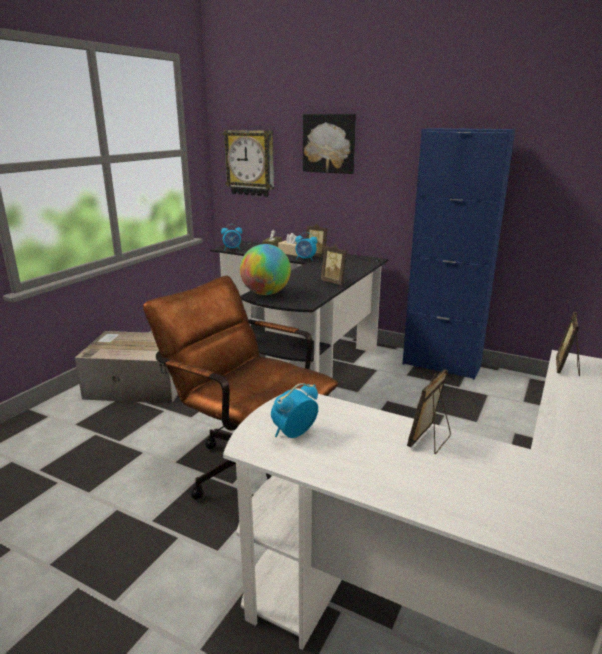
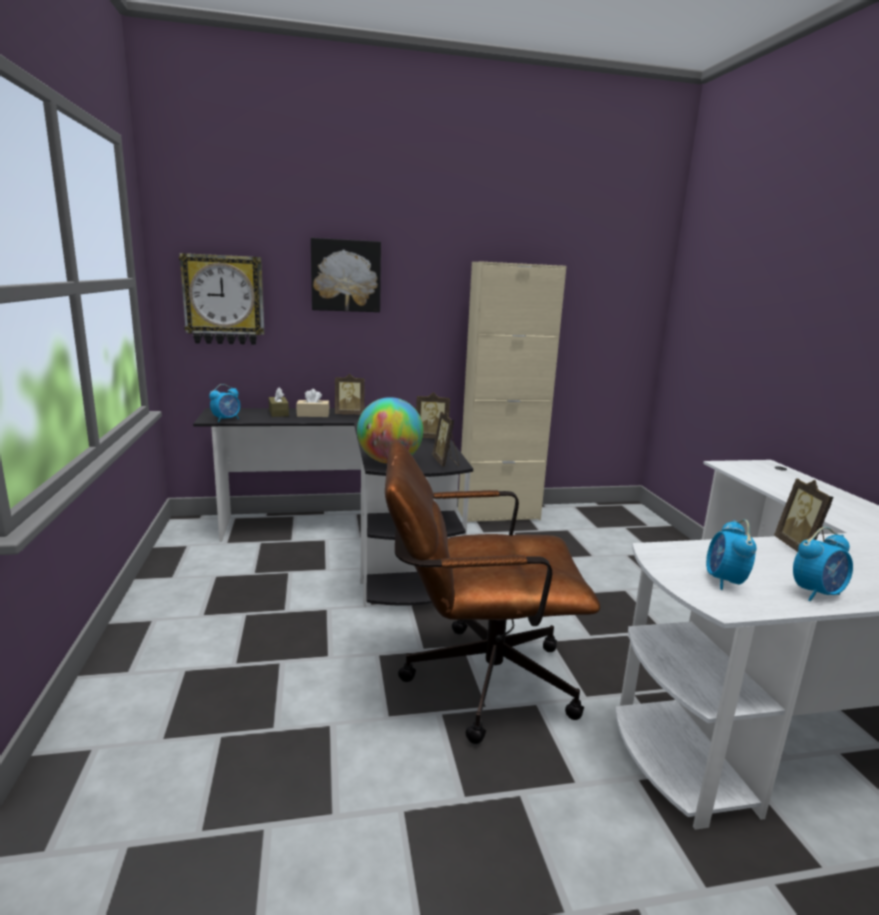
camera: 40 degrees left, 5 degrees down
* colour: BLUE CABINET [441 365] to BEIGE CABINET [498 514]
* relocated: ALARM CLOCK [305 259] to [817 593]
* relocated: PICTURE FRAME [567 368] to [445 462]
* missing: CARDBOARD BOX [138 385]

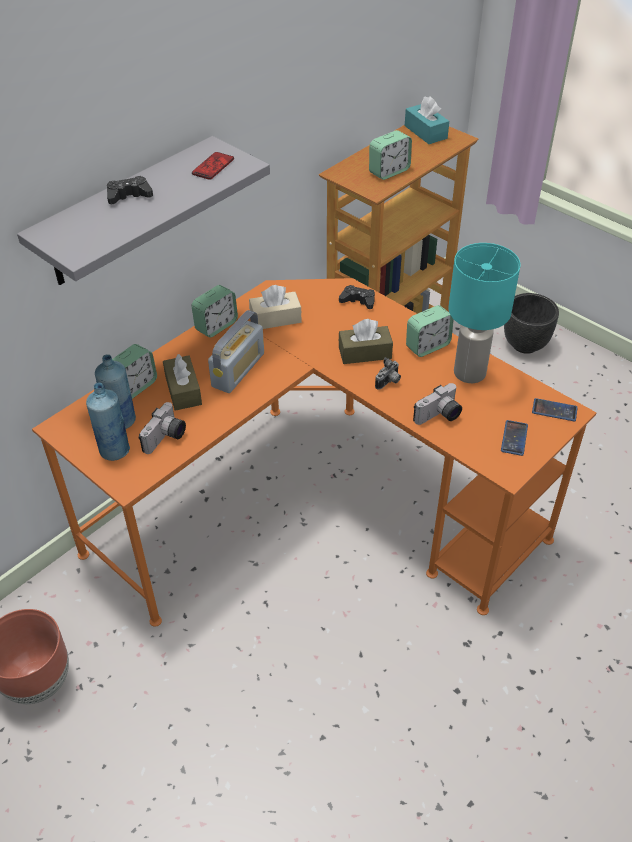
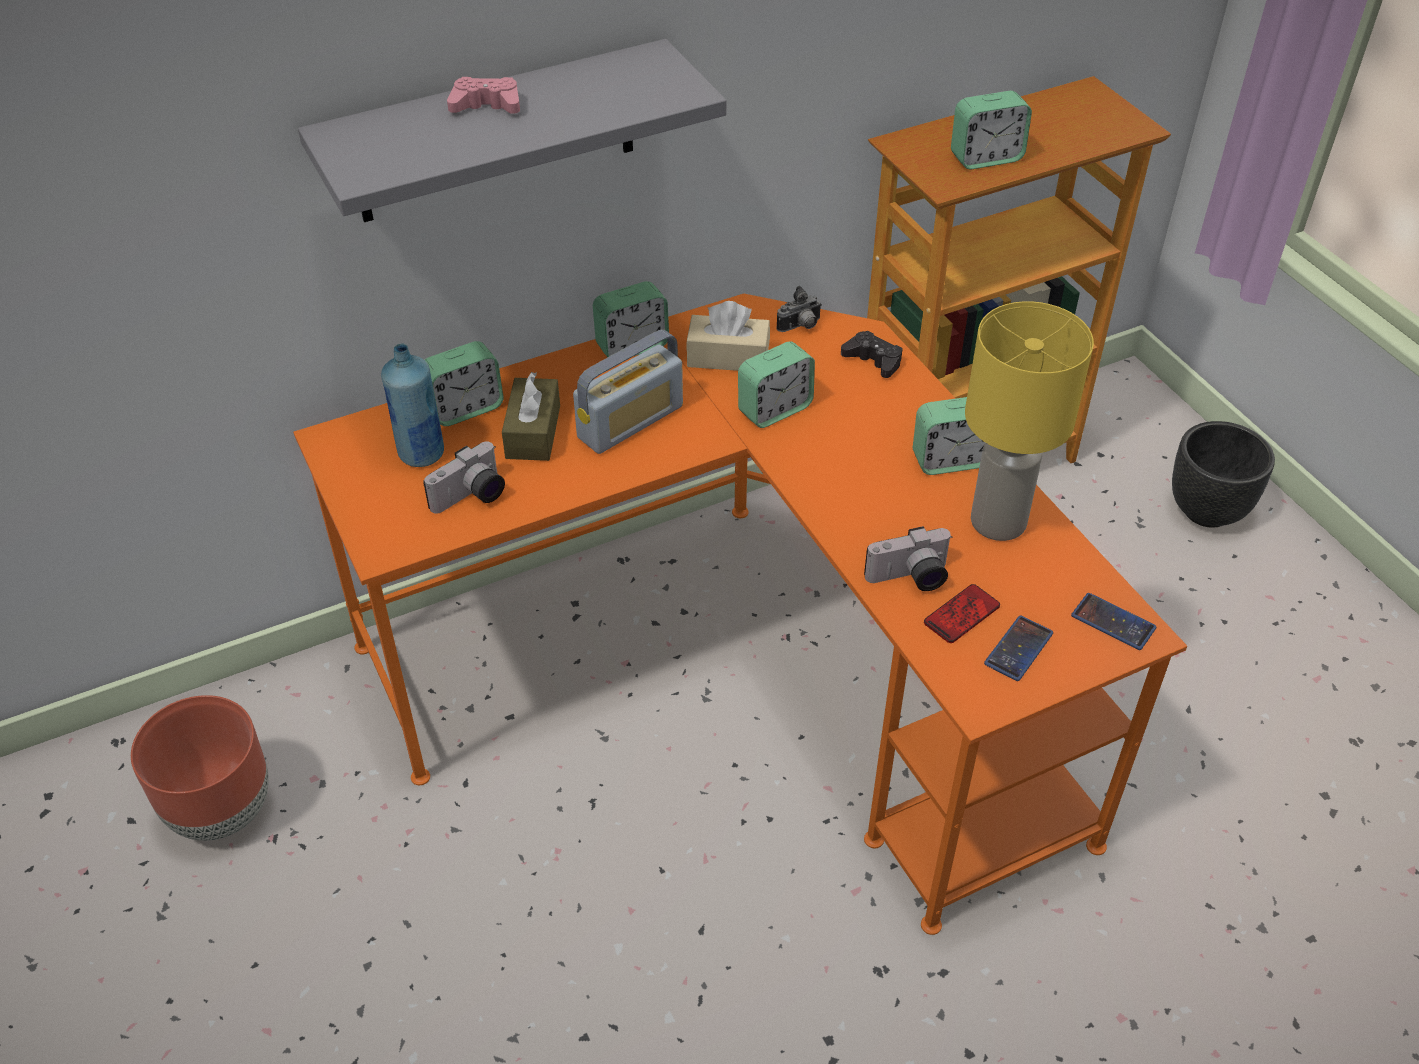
camera: 20 degrees right, 0 degrees up
* missing: TURQUOISE TISSUE BOX [425 132]
* relocated: PHONE [213 166] to [961 614]
* colour: BLACK GAME CONTROLLER [129 196] to PINK GAME CONTROLLER [486 105]
* colour: TURQUOISE TABLE LAMP [470 373] to YELLOW TABLE LAMP [998 523]
* missing: BROWN TISSUE BOX [365 353]
* relocated: PHOTO CAMERA [389 382] to [800 327]
* missing: BLUE BOTTLE [114 450]
* appeared: ALARM CLOCK [774 409]

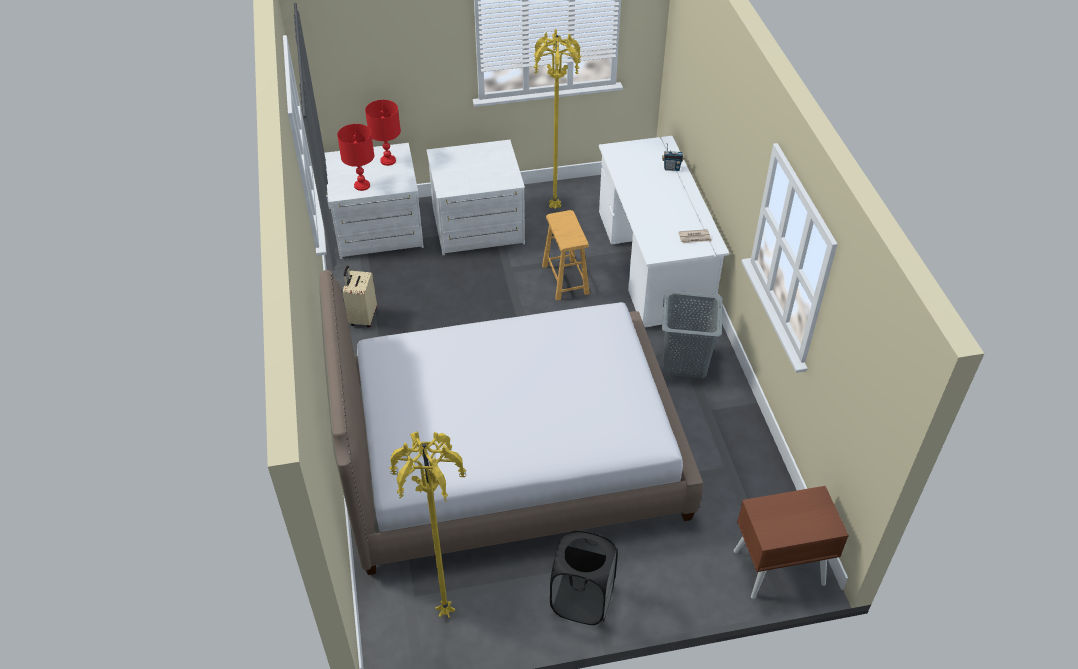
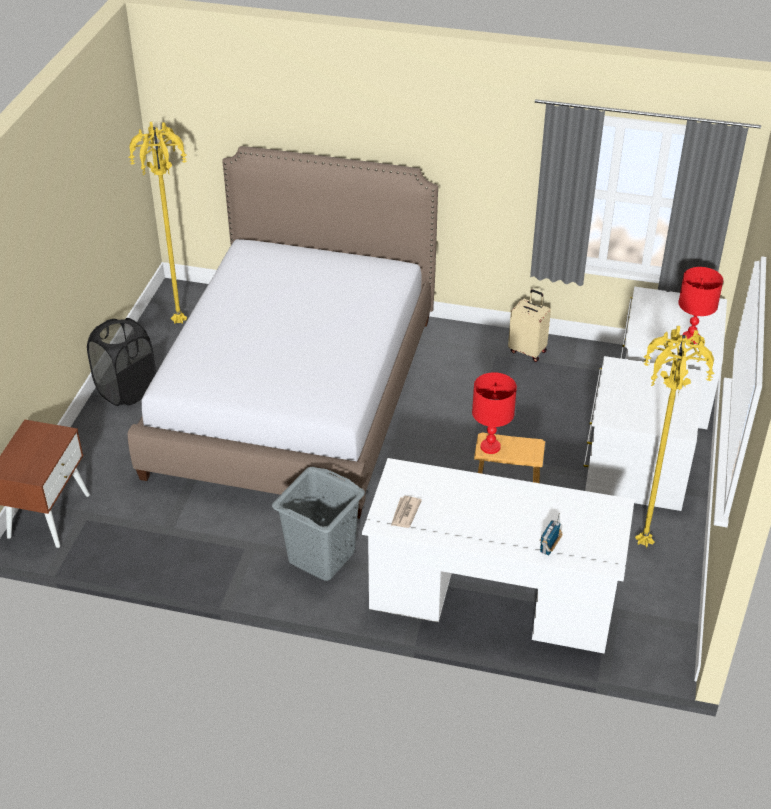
camera: 115 degrees right, 5 degrees down
* relocated: RED TABLE LAMP [362 185] to [491 447]

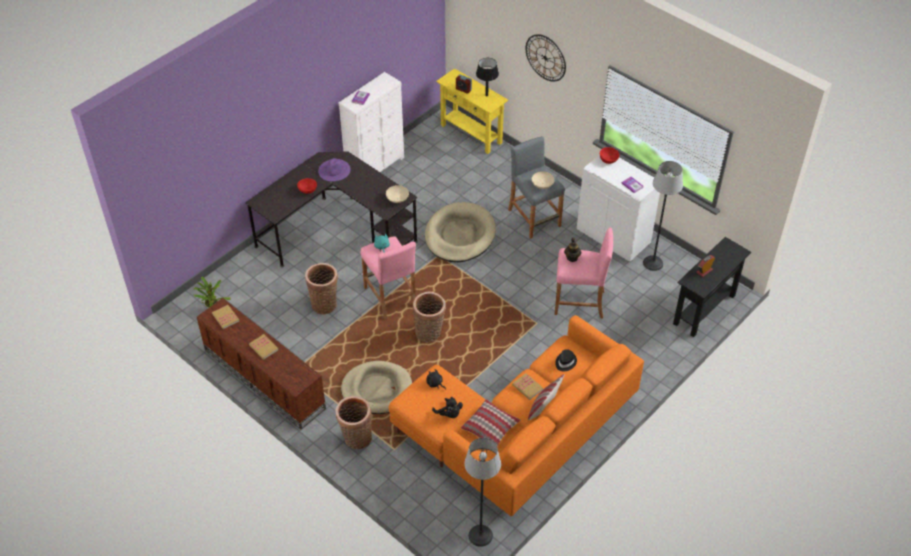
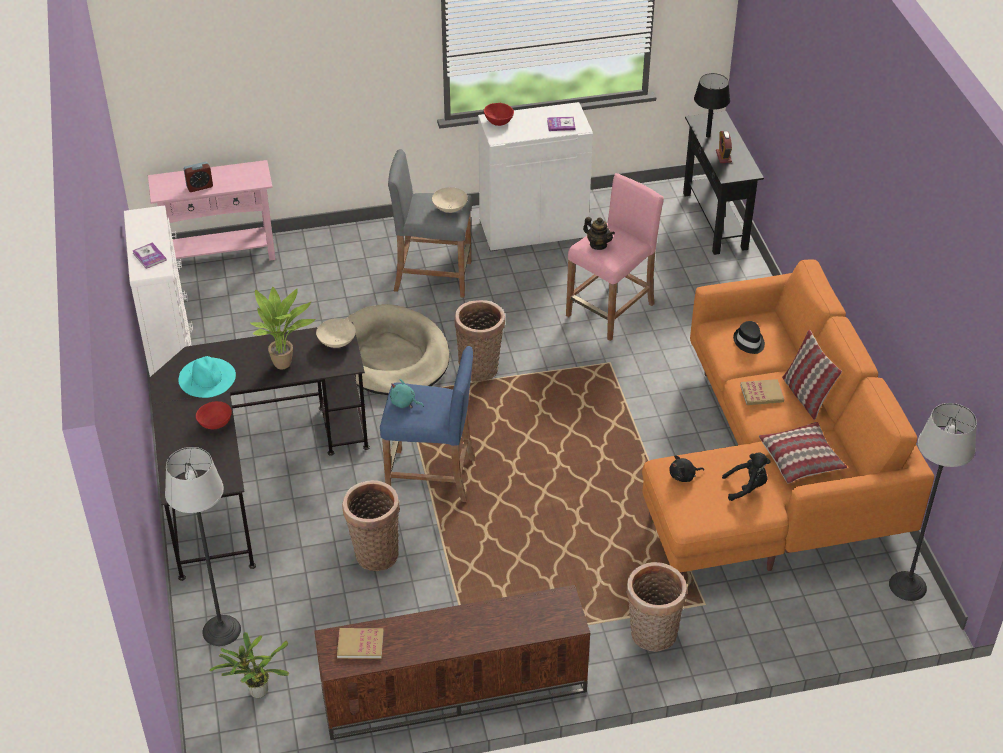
camera: 55 degrees left, 5 degrees down
* missing: WALL CLOCK [545 58]
* relocated: BLACK TABLE LAMP [486 95] to [708 136]
* colour: YELLOW CONSOLE TABLE [471 134] to PINK CONSOLE TABLE [221 255]
* colour: PURPLE HAT [334 170] to TURQUOISE HAT [207 377]
* relocated: FLOOR LAMP [653 263] to [221 630]
* colour: PINK STOOL [390 296] to BLUE STOOL [431 476]
* relocated: BASKET [429 332] to [480 367]
* missing: BOOK [263 347]
* missing: BEIGE DOG BED [377 389]
* appeared: POTTED PLANT [285 364]

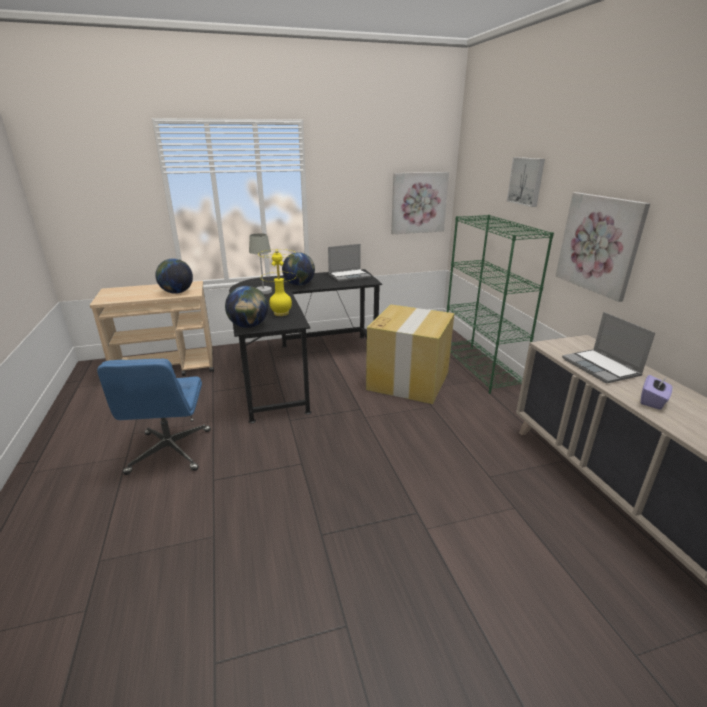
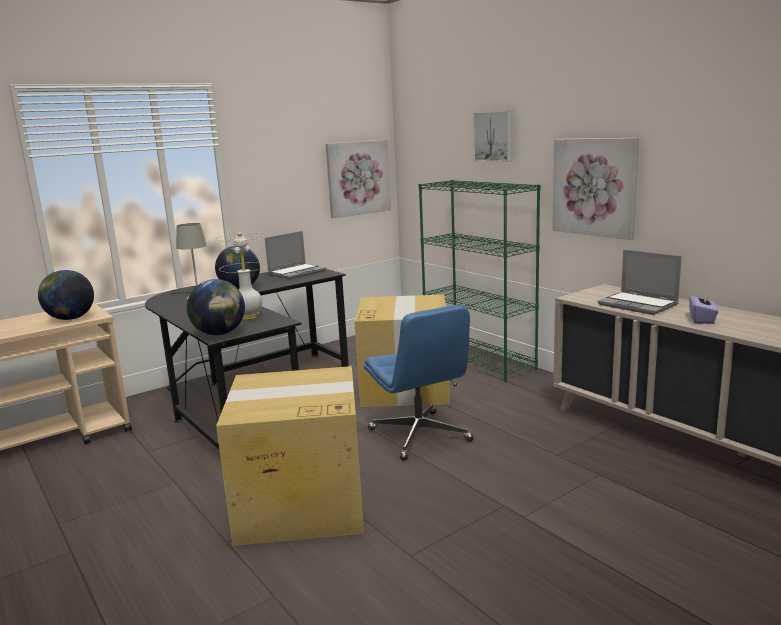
camera: 20 degrees left, 10 degrees down
* colour: YELLOW TABLE LAMP [281 313] to WHITE TABLE LAMP [249 316]
* relocated: BLUE OFFICE CHAIR [170 452] to [420 436]
* appeared: CARDBOARD BOX [299 503]

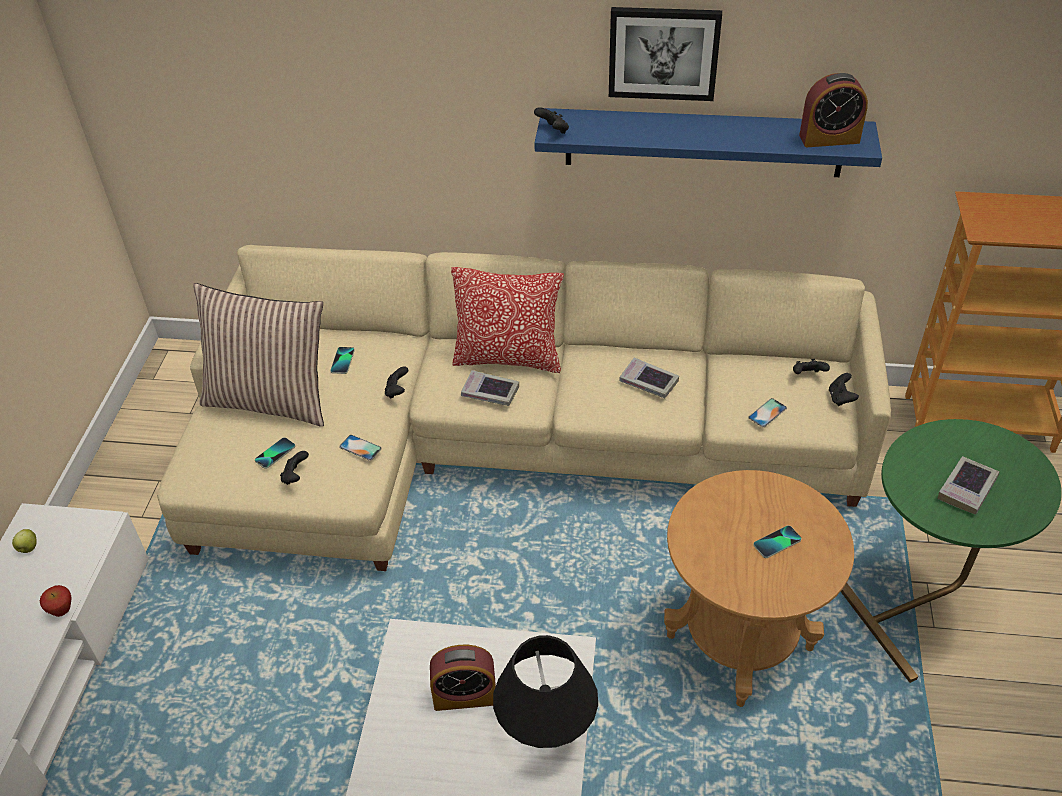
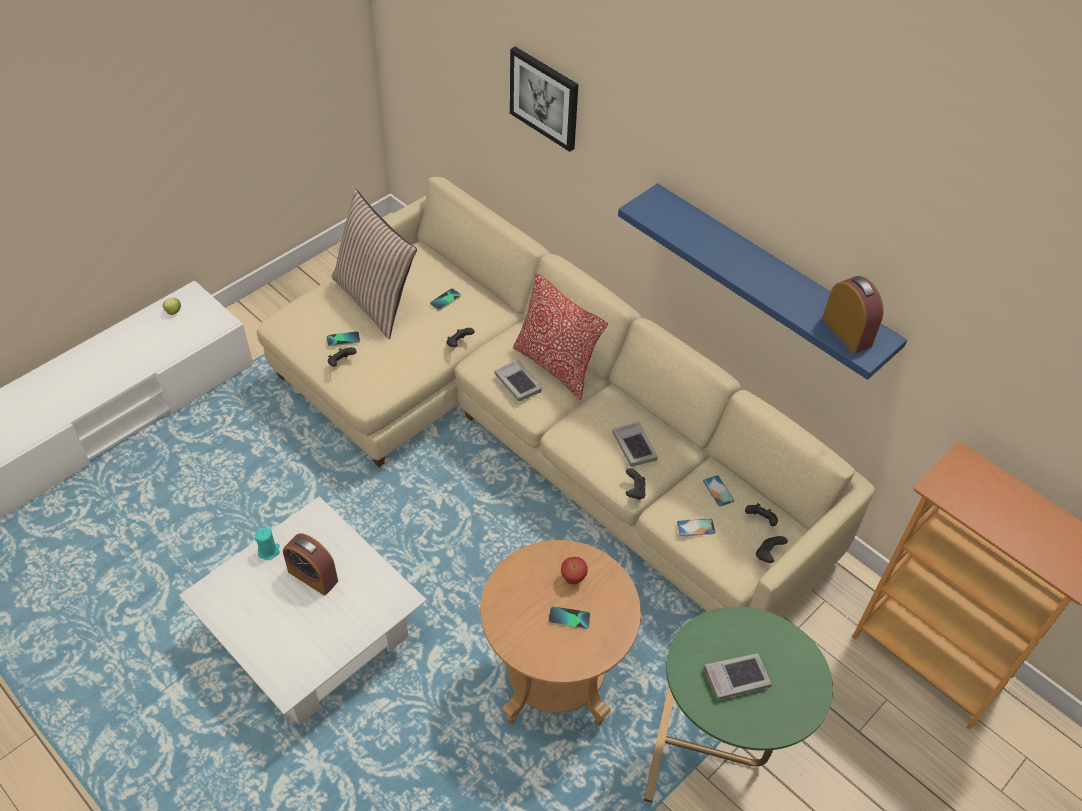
camera: 35 degrees right, 5 degrees up
* relocated: PICTURE [663 53] to [545 98]
* spun: ALARM CLOCK [829 139] = [846 332] 150 degrees counterclockwise
* relocated: BLACK GAME CONTROLLER [553 131] to [634 491]
* relocated: PHONE [360 447] to [718 491]
* relocated: APPLE [62 611] to [573 579]
* missing: BLACK TABLE LAMP [546 731]
* appeared: TURQUOISE CANDLE [269 551]

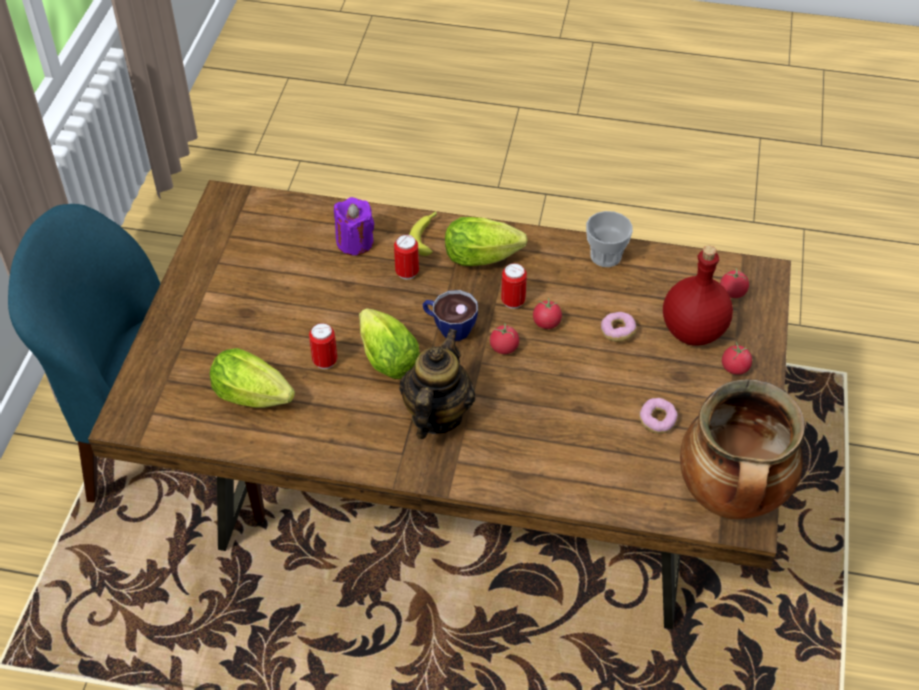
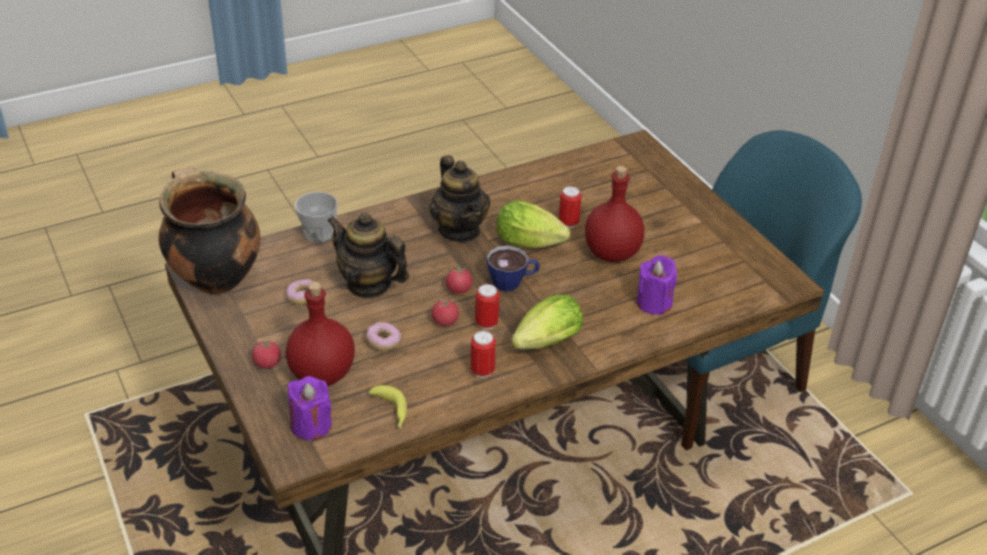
camera: 140 degrees right, 10 degrees down
* relocated: BANANA [427 236] to [391 412]
* relocated: CUP [605 256] to [318 234]
* relocated: CAN [407 272] to [482 371]
* exchanged: TOMATO [732 292] to PURPLE CANDLE [311 425]
* missing: LETTUCE [257 398]
* appeared: RED BOTTLE [612 252]
* appeared: TEAPOT [368 284]

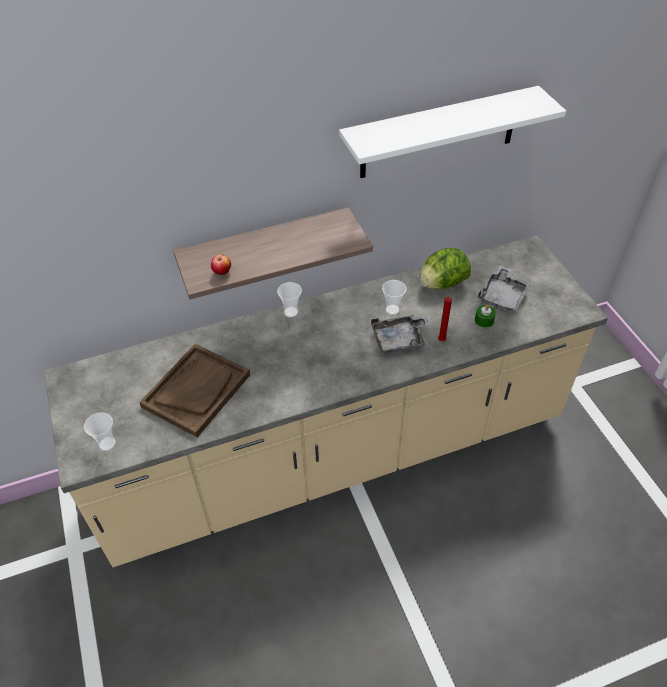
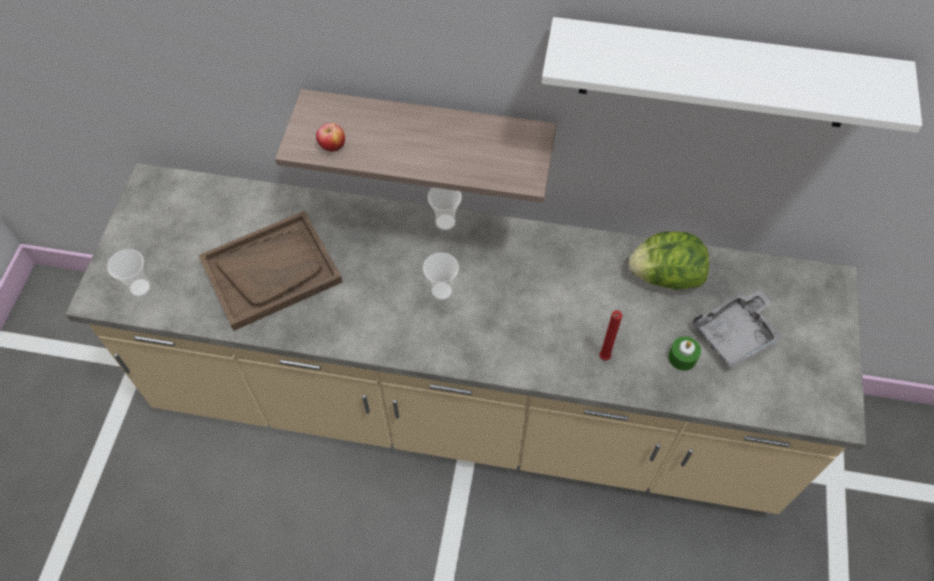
camera: 30 degrees right, 10 degrees up
* relocated: CUP [392 310] to [441 291]
* missing: GREY TRAY [399 340]

